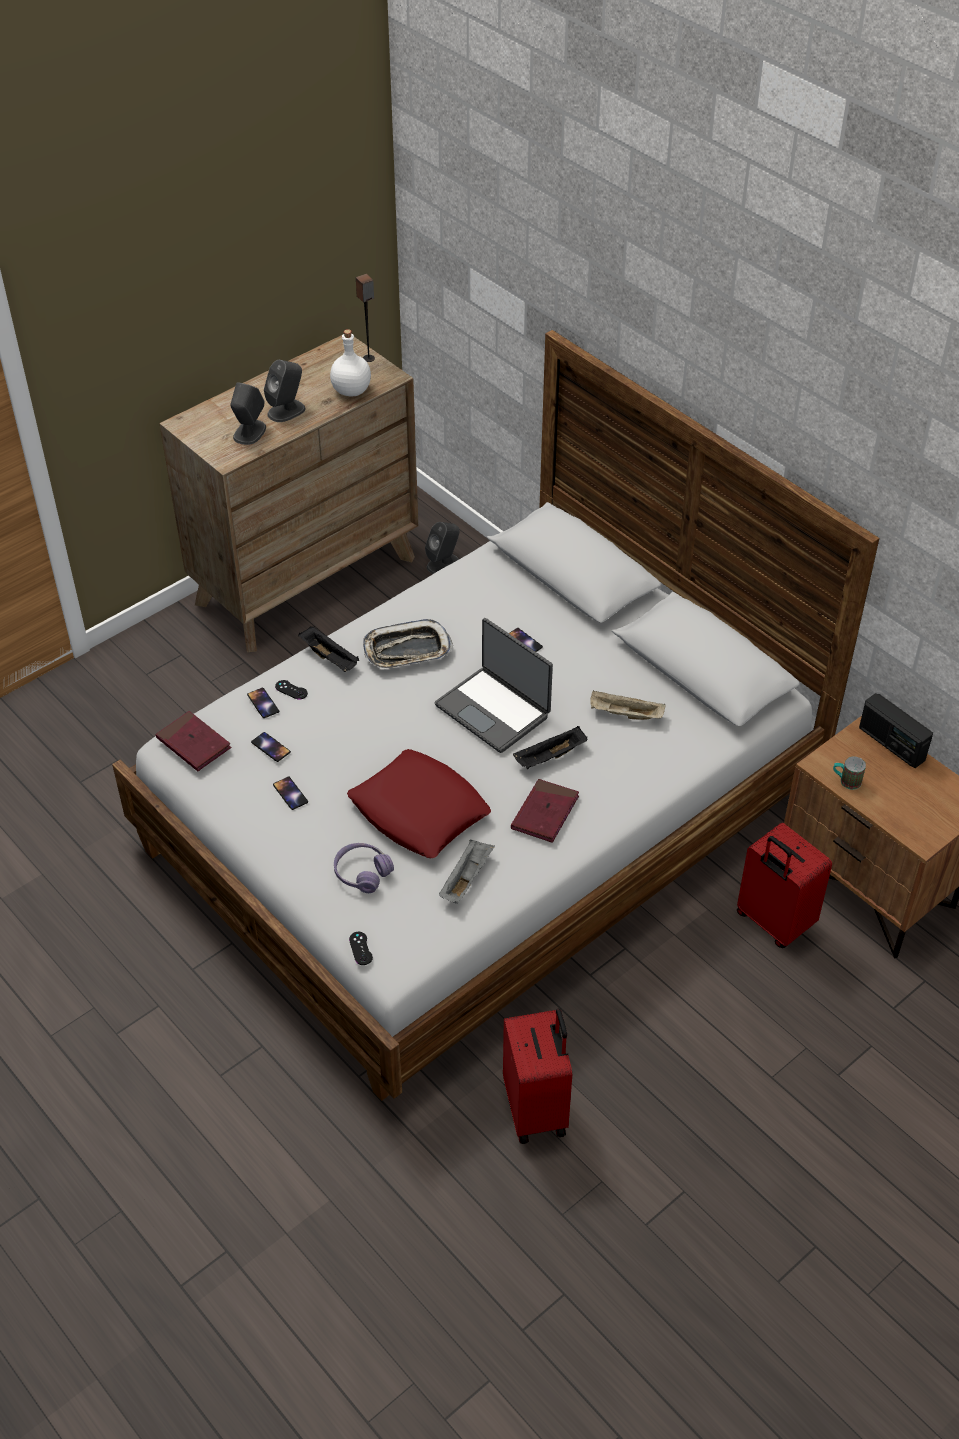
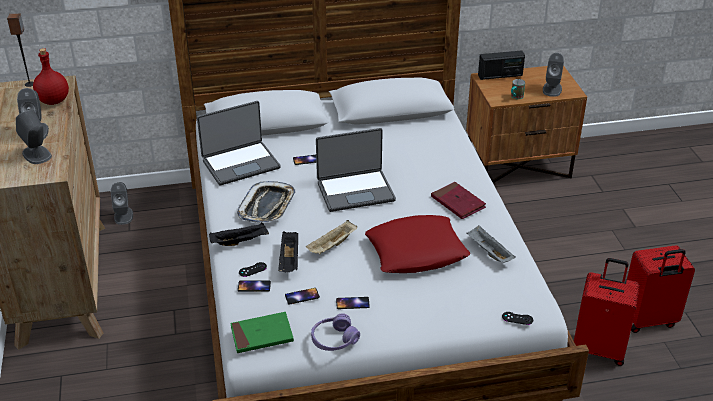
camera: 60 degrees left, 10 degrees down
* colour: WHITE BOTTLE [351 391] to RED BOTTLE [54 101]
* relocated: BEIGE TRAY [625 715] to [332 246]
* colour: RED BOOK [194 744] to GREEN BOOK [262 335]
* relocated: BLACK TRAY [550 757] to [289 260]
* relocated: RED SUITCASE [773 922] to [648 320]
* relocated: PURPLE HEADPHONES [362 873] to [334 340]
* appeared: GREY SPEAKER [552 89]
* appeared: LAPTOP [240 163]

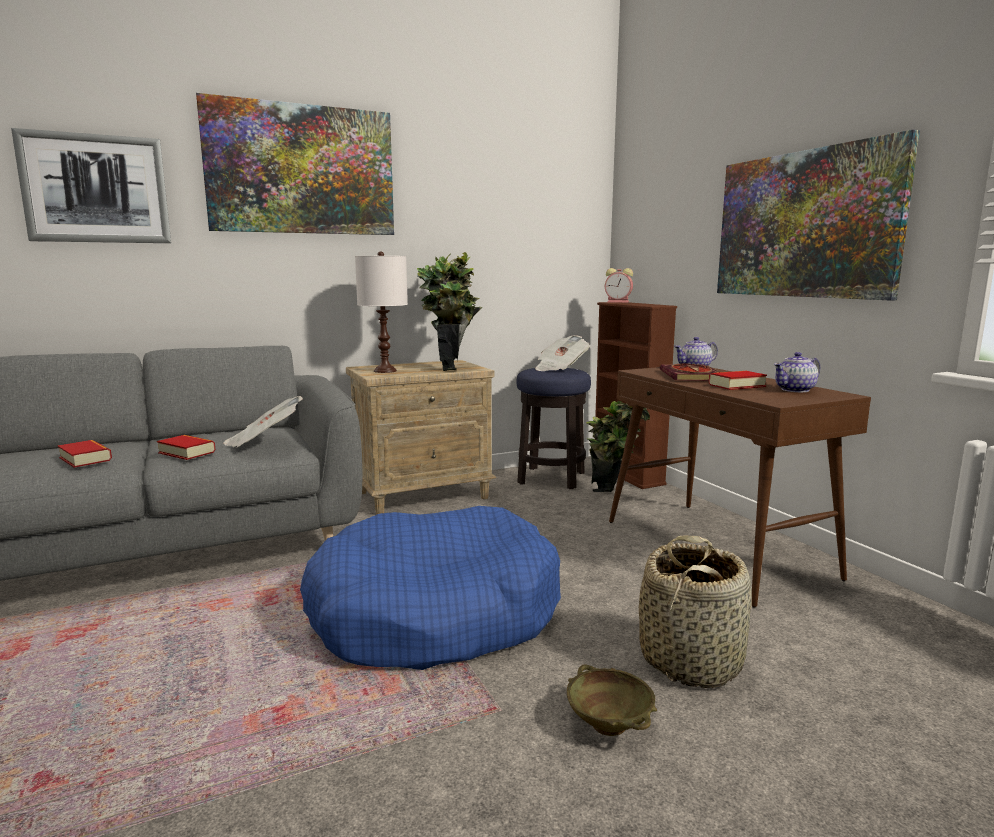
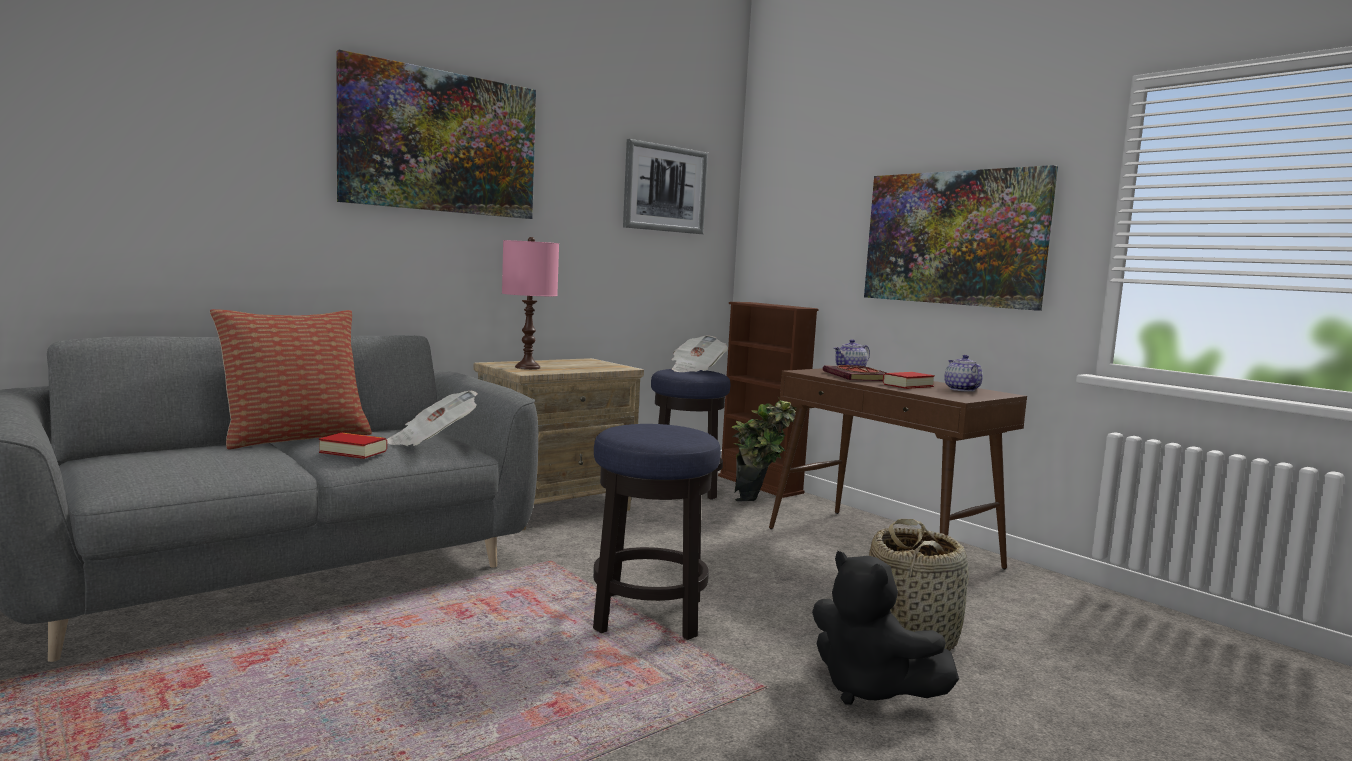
camera: 15 degrees left, 5 degrees down
* relocated: PICTURE [96 189] to [665 188]
* colour: WHITE TABLE LAMP [385 371] to PINK TABLE LAMP [527 367]
* missing: POTTED PLANT [451 367]
* missing: ALARM CLOCK [619 302]
* spun: TEAPOT [795 390] = [961 389] 120 degrees clockwise
* missing: BOOK [85 459]
* exchanged: BLUE DOG BED [434 613] to STOOL [648 615]
* exchanged: BEIGE BOWL [609 724] to BLACK PLUSH TOY [868 689]
* appeared: PILLOW [295 438]

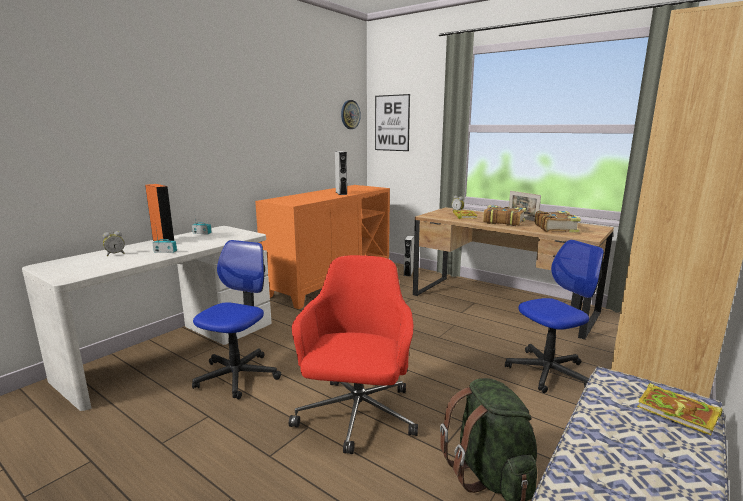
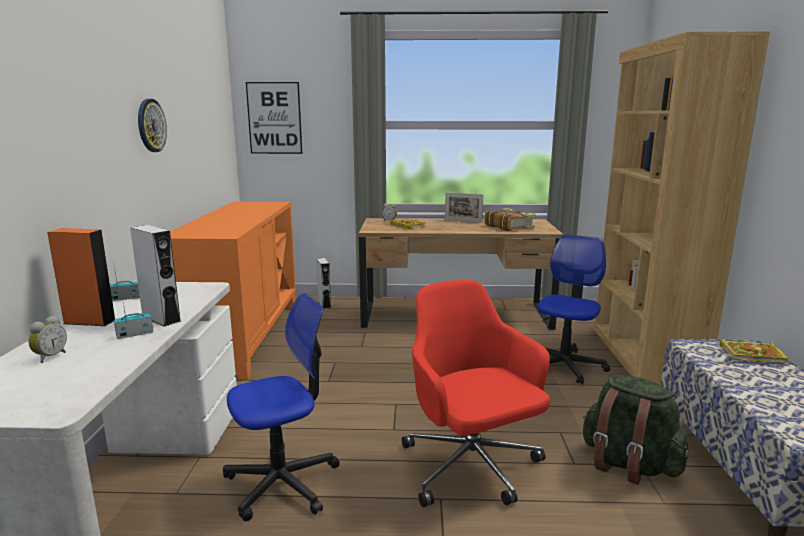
camera: 35 degrees left, 0 degrees up
* relocated: WALL CLOCK [350 114] to [151 125]
* relocated: GREY SPEAKER [341 193] to [161 318]
* missing: BOOK [503 222]
* spun: OFFICE CHAIR [237 376] = [282 482] 75 degrees clockwise

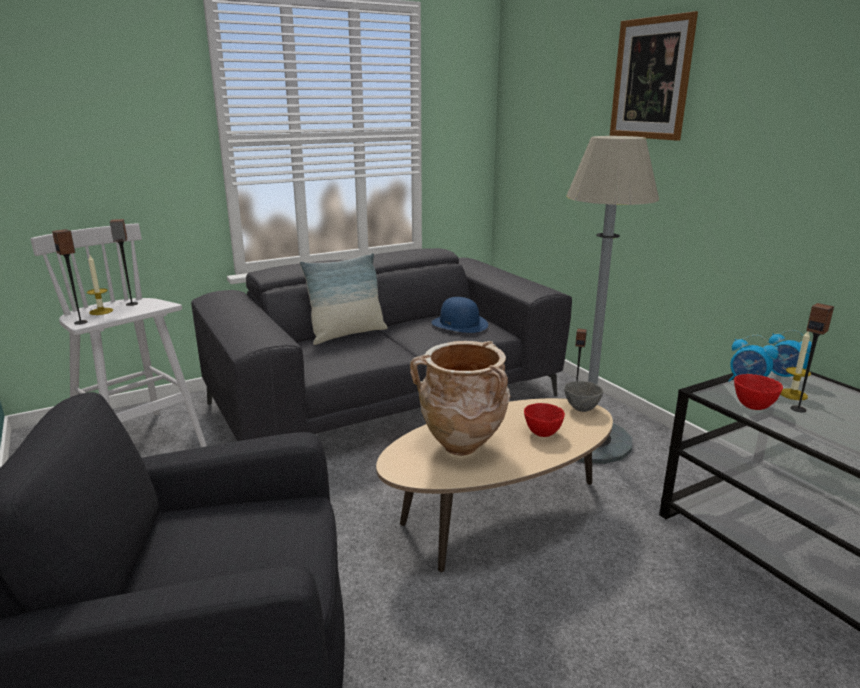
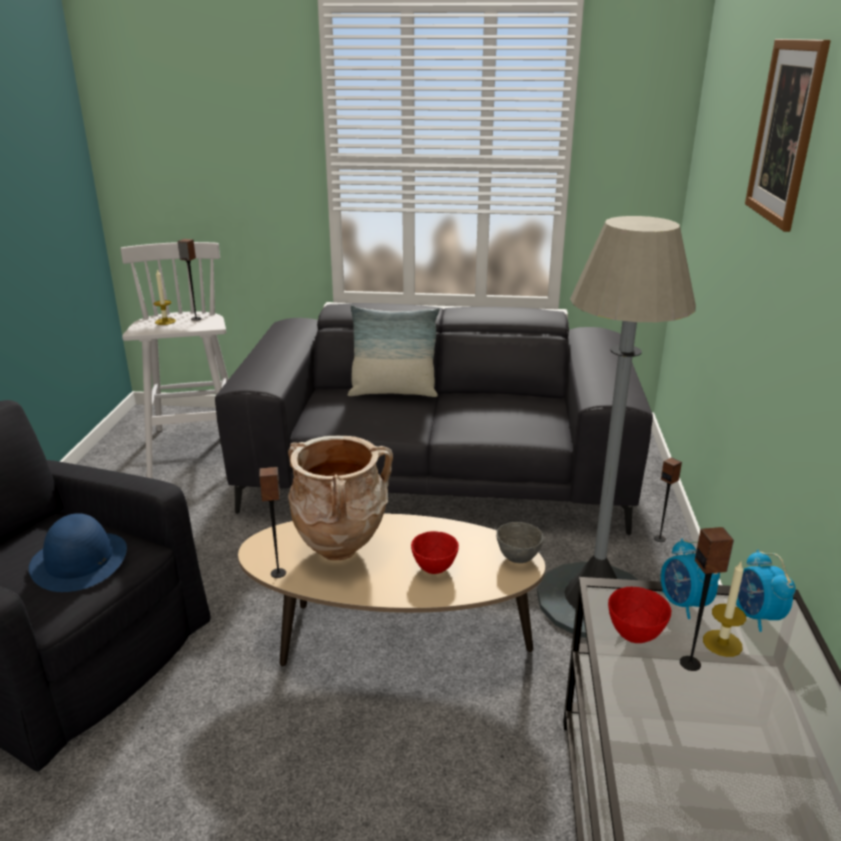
camera: 35 degrees right, 5 degrees up
* relocated: SPEAKER [81 322] to [278 573]
* relocated: BLUE HAT [459 324] to [80 561]

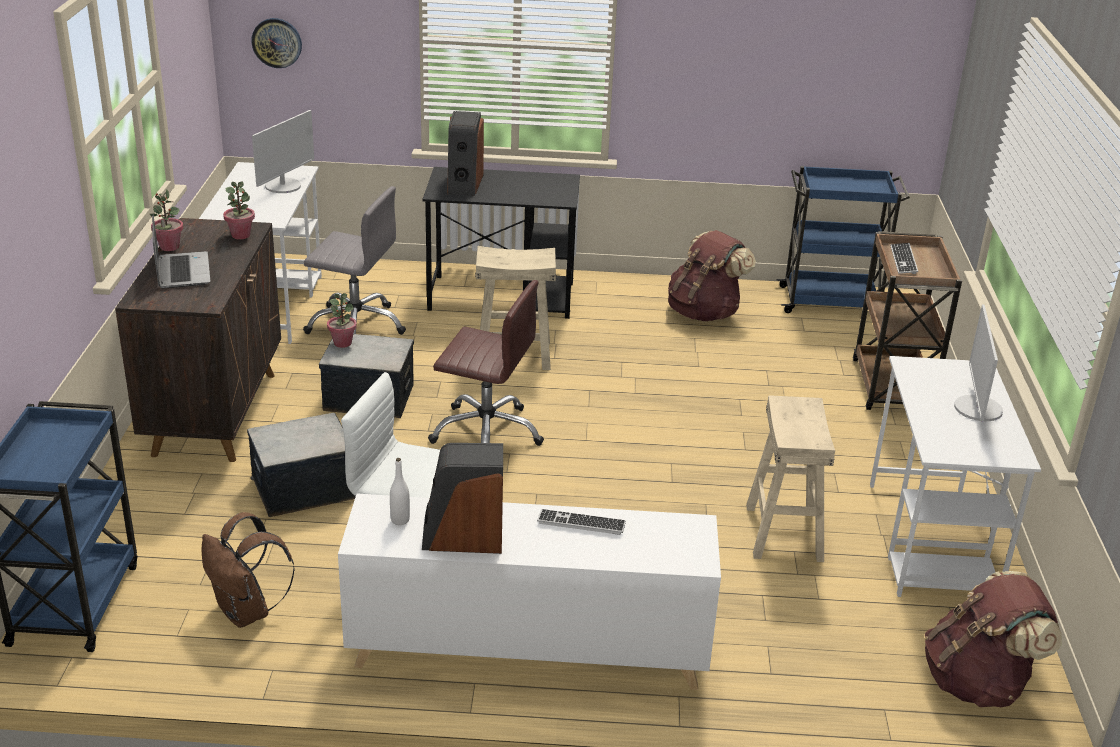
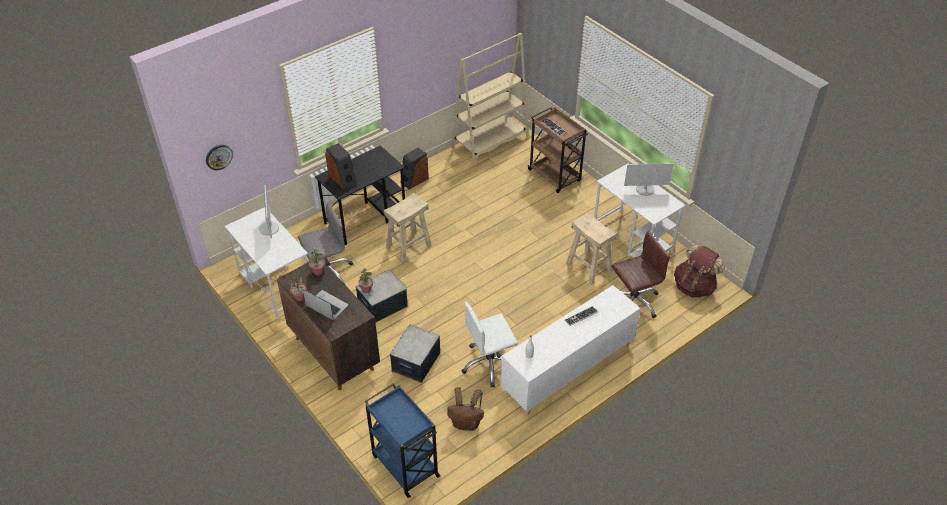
camera: 40 degrees left, 15 degrees up
* exchanged: BLUE CART [831 302] to BEIGE BOOKCASE [490 142]
* missing: BROWN BACKPACK [704 313]
* relocated: BROWN OFFICE CHAIR [487 433] to [633 301]
* spun: MONITOR [977 409] = [645 189] 60 degrees counterclockwise
* relocated: SPEAKER [463 537] to [414 180]

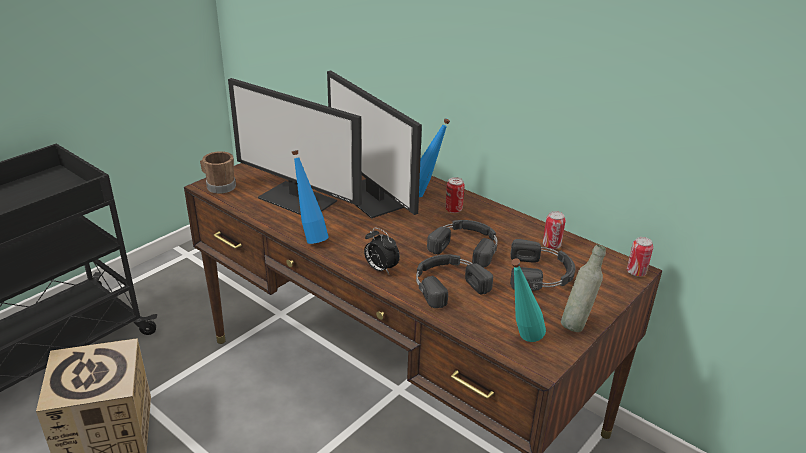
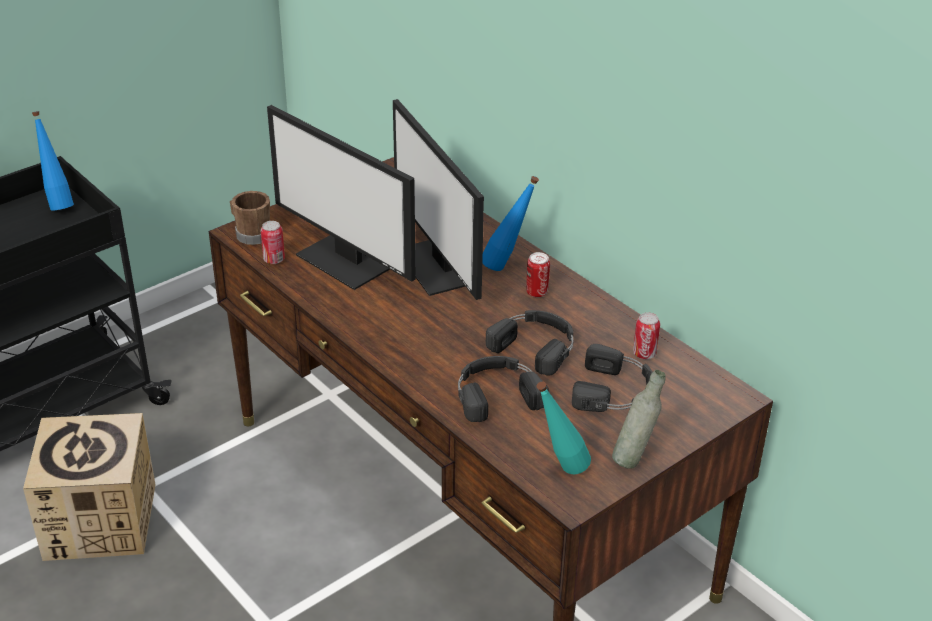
camera: 10 degrees right, 5 degrees up
* relocated: BLUE BOTTLE [310 237] to [58 204]
* missing: ALARM CLOCK [380 269]
* relocated: CAN [636 272] to [274 259]

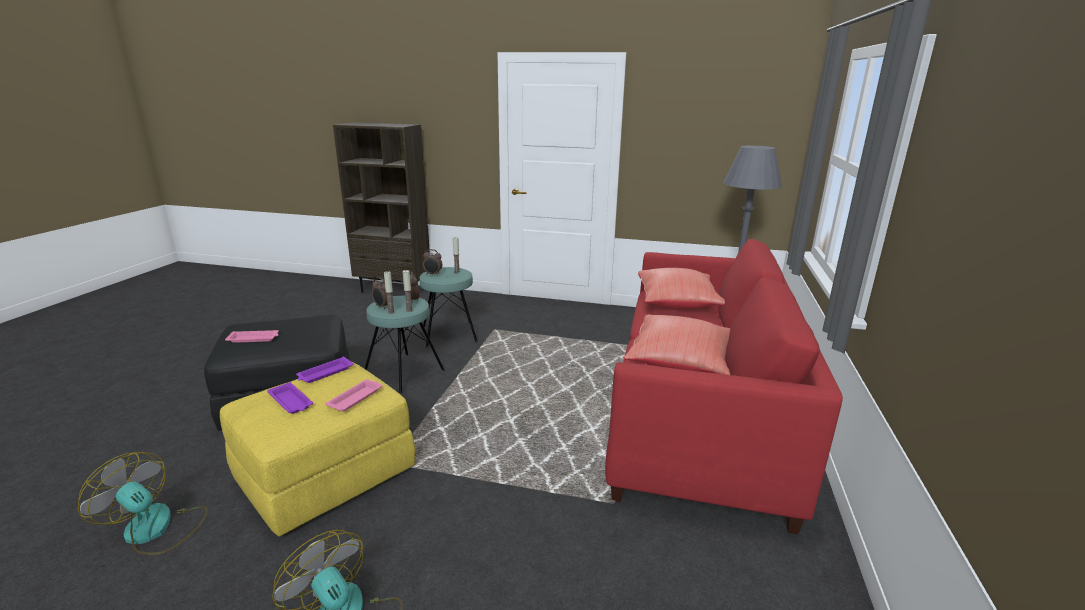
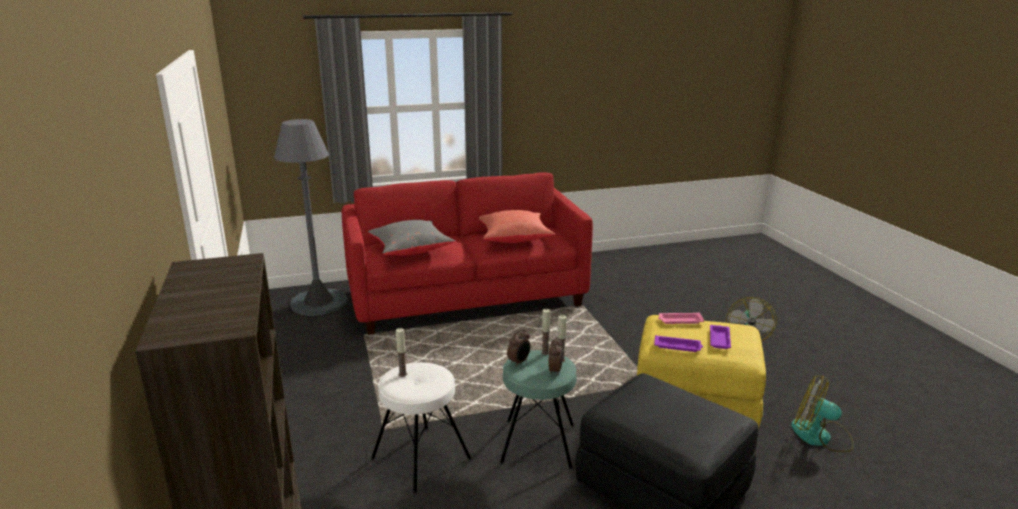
camera: 120 degrees left, 0 degrees up
* missing: ALARM CLOCK [433 274]
* colour: TURQUOISE STOOL [449 334] to WHITE STOOL [421 458]
* colour: RED PILLOW [677 303] to GREY PILLOW [410 250]
* missing: PINK TRAY [254 339]
* spun: FAN [156 530] = [820 436] 120 degrees clockwise

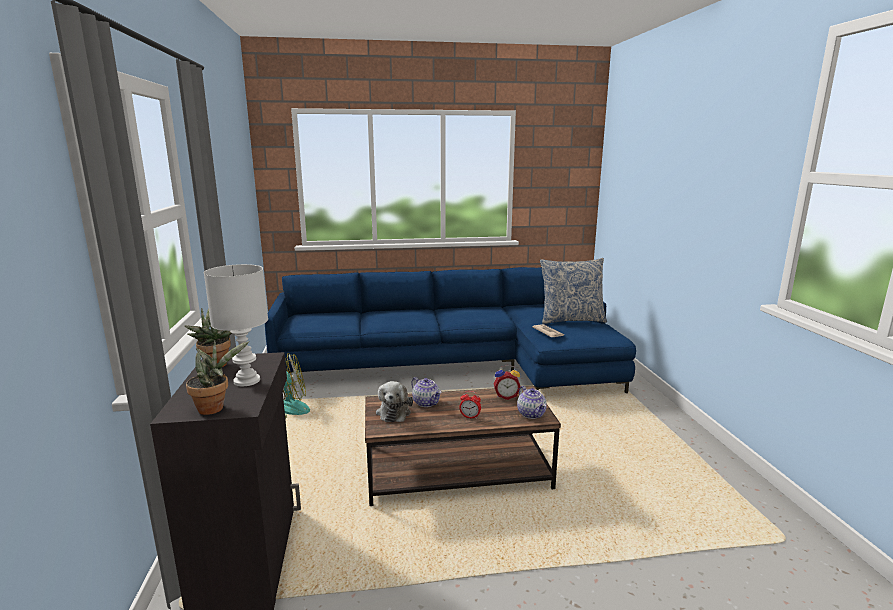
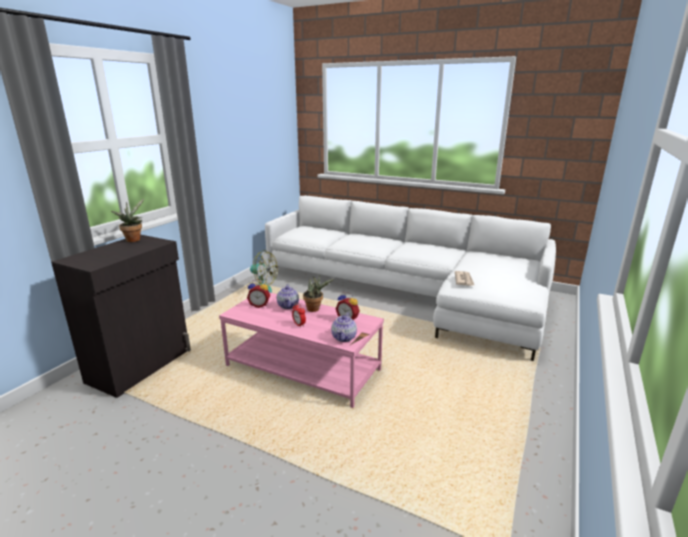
camera: 35 degrees right, 5 degrees up
* missing: PILLOW [571 320]
* missing: WHITE TABLE LAMP [248 381]
* colour: BLUE SOFA [457 364] to WHITE SOFA [409 292]
* relocated: POTTED PLANT [215 408] to [315 309]
* exchanged: PLUSH TOY [394 412] to ALARM CLOCK [259 305]
* colour: BROWN COFFEE TABLE [458 473] to PINK COFFEE TABLE [303 368]

